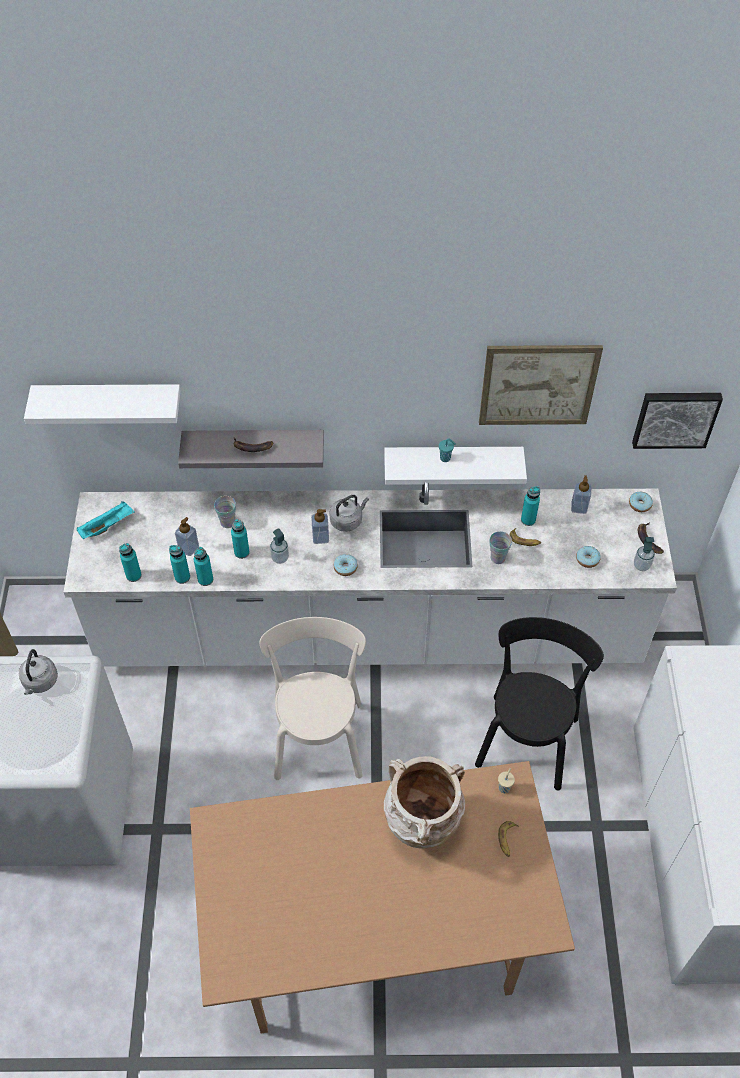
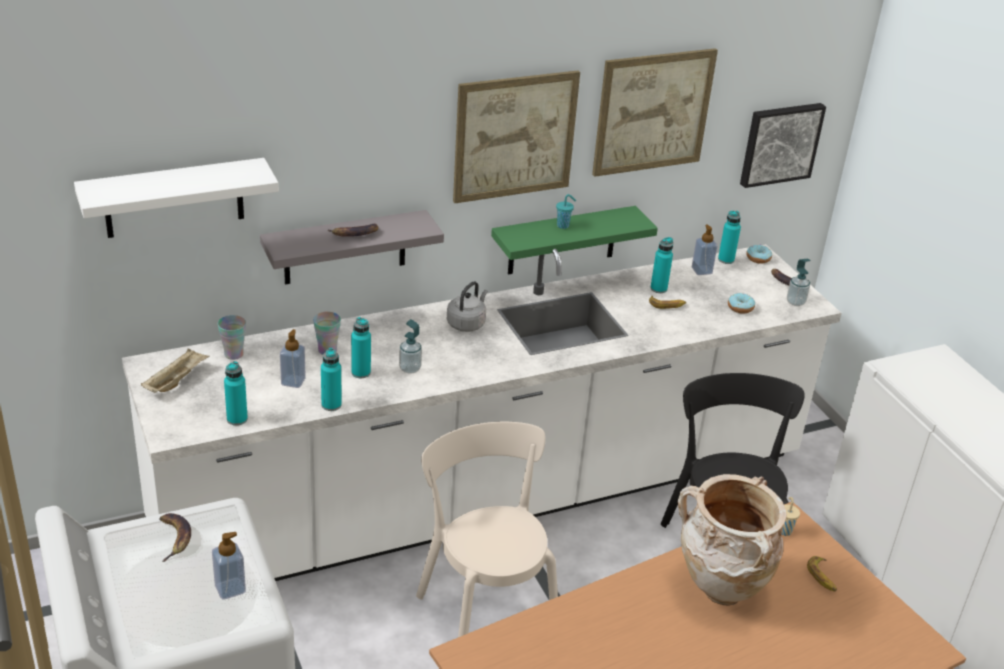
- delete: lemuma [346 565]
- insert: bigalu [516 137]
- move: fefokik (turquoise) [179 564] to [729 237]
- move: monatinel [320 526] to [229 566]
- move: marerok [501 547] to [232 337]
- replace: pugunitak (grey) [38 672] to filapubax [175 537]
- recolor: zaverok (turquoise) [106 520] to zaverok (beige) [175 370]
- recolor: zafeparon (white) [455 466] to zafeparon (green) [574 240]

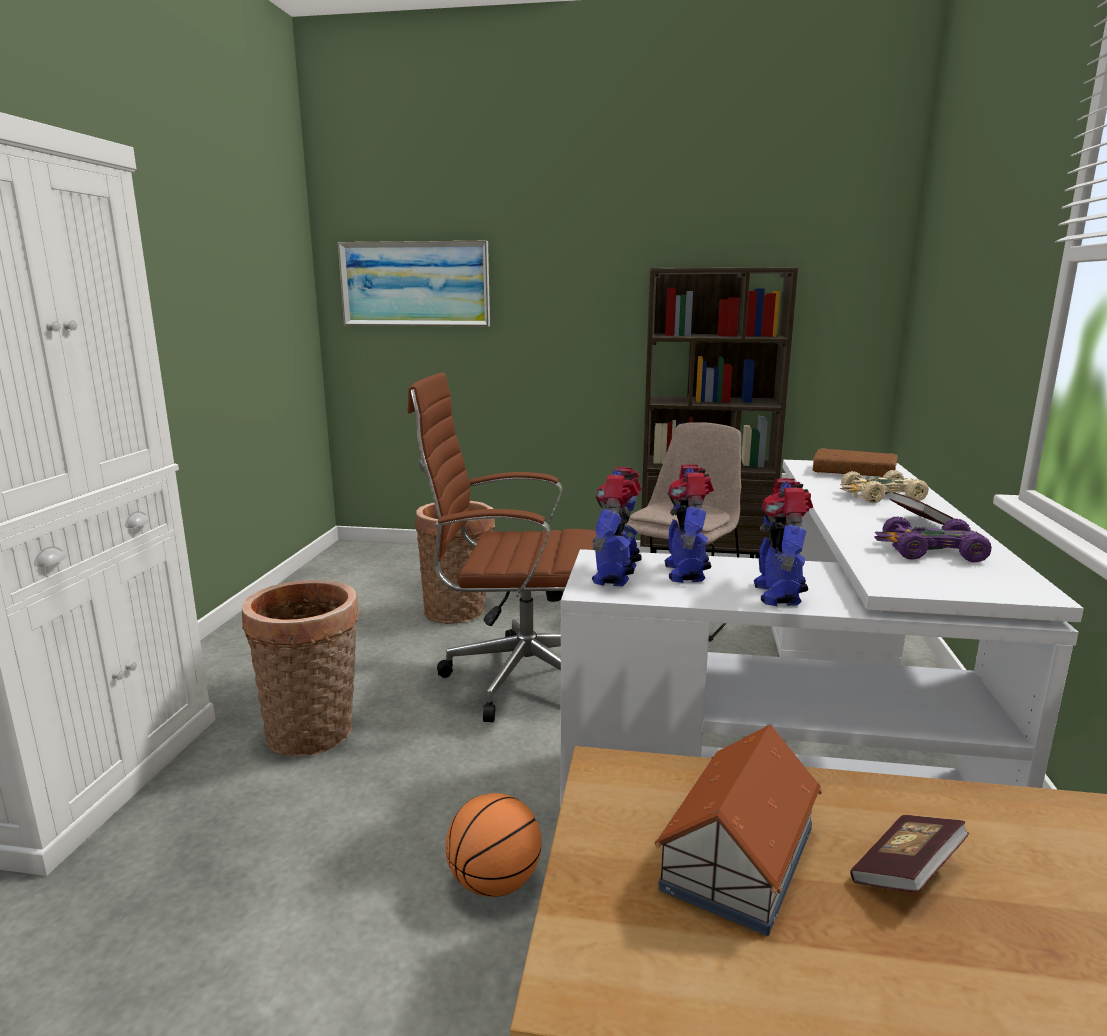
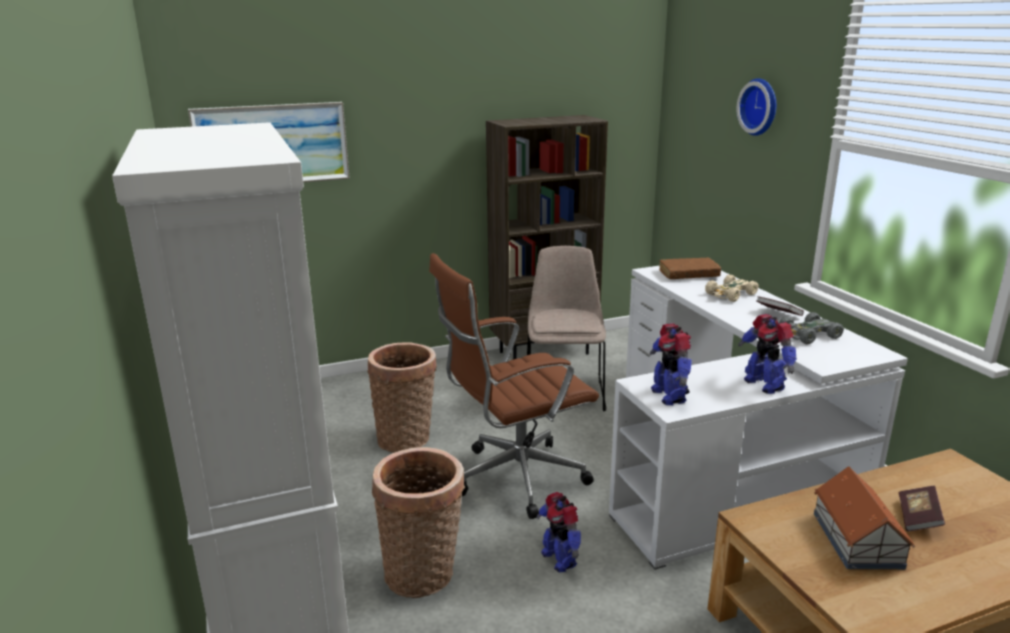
- delete: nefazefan [494 845]
- insert: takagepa [756 107]
- move: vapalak [689 523] to [558 532]
- recolor: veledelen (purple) [933 539] to veledelen (grey) [811 328]

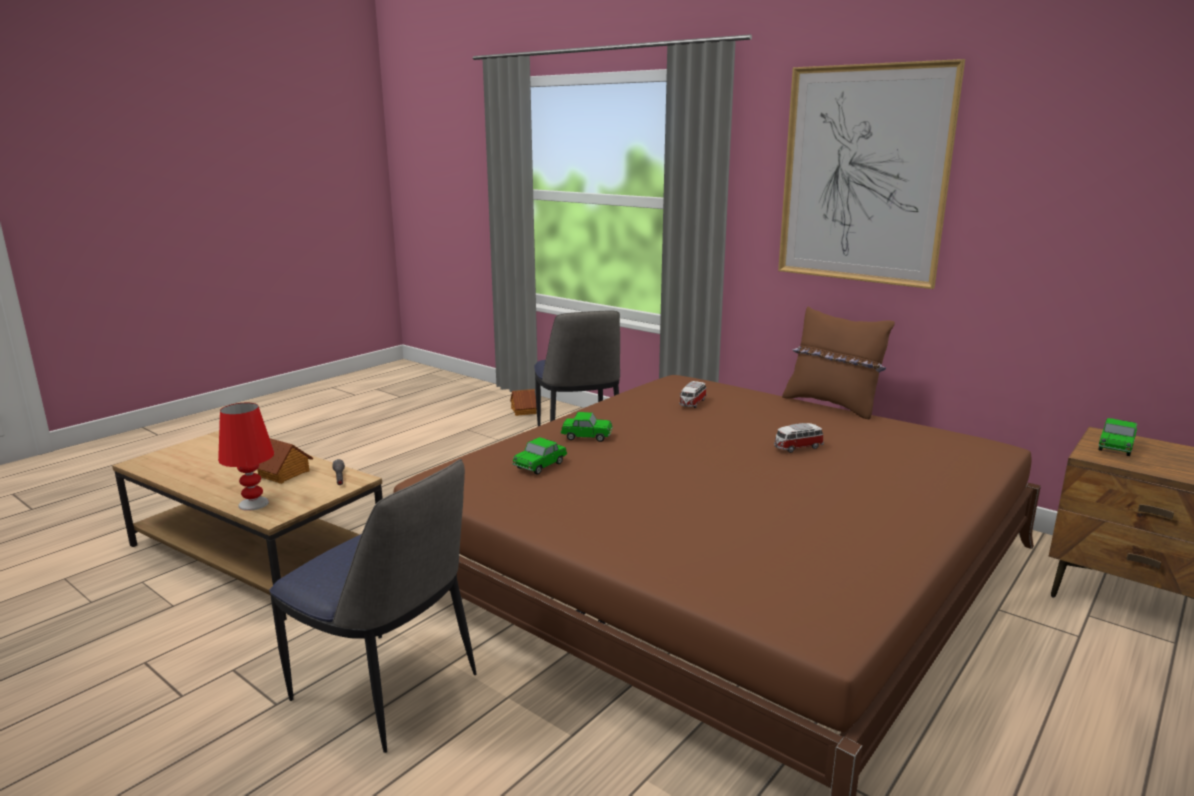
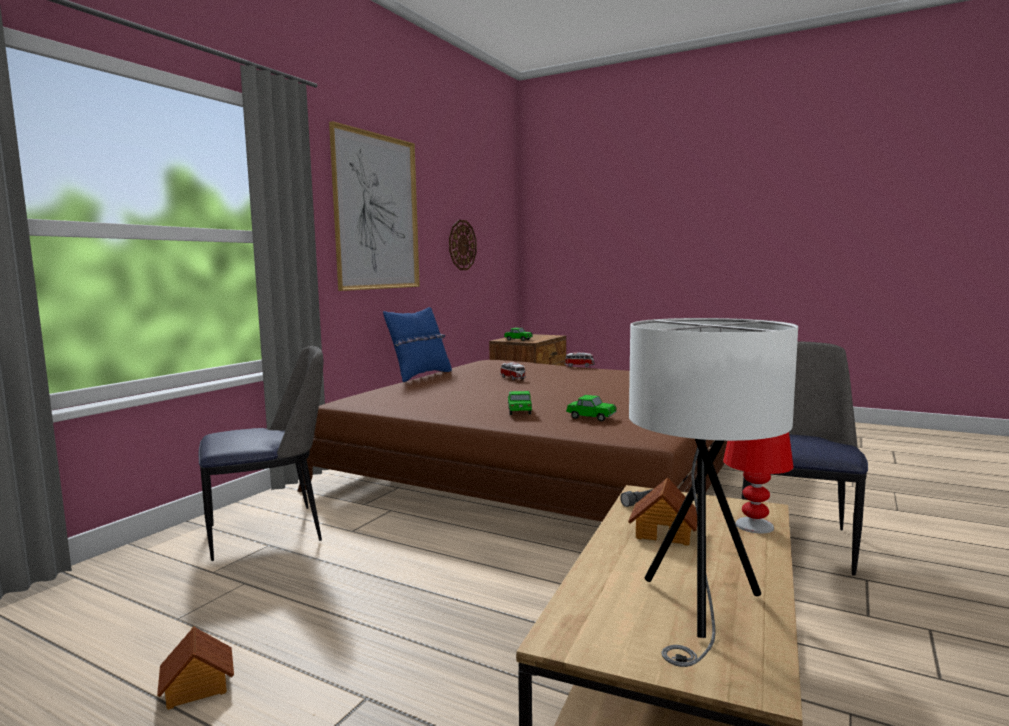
- insert: takagepa [463 245]
- insert: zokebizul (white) [713 492]
- move: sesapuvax [523 402] to [195 668]
- move: veledelen [693 394] to [580 359]
- recolor: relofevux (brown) [838 362] to relofevux (blue) [417 344]

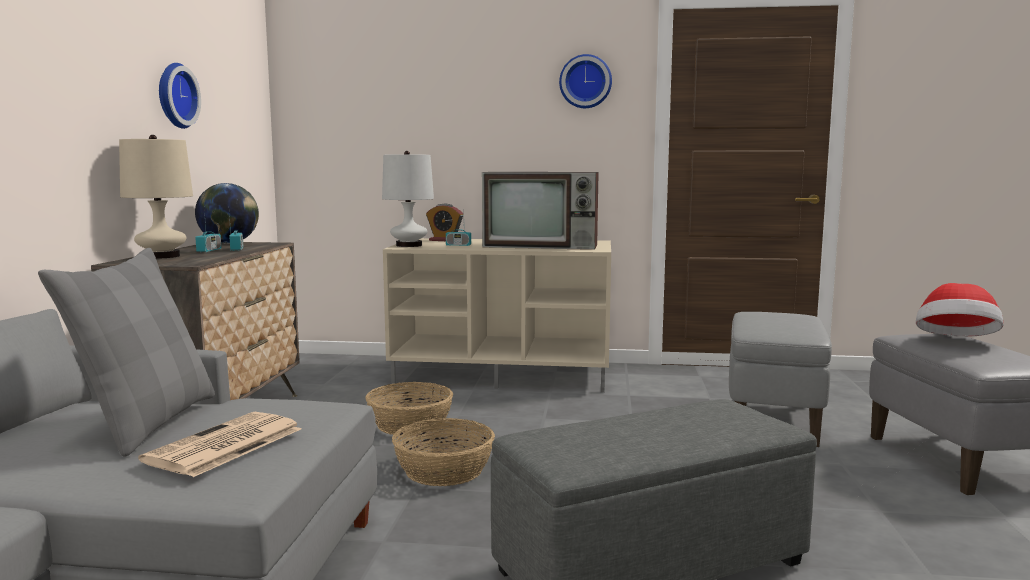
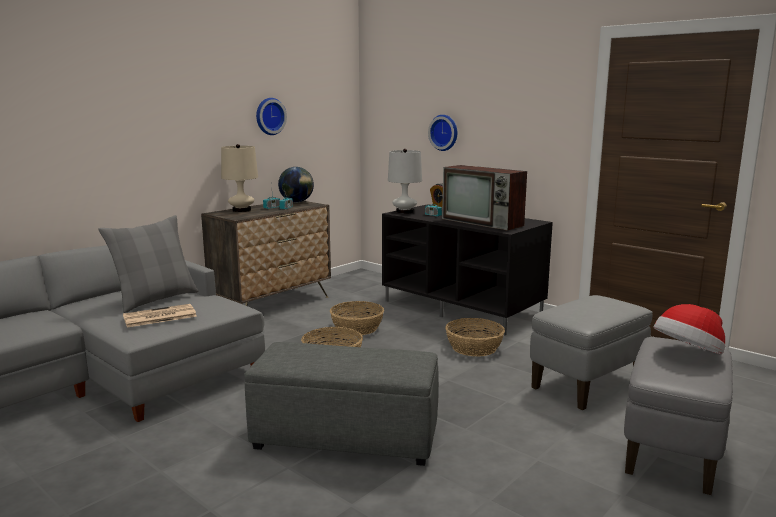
- insert: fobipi [475 337]
- move: takagepa [585 81] to [442 133]
- recolor: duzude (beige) [497 315] to duzude (black) [467 269]

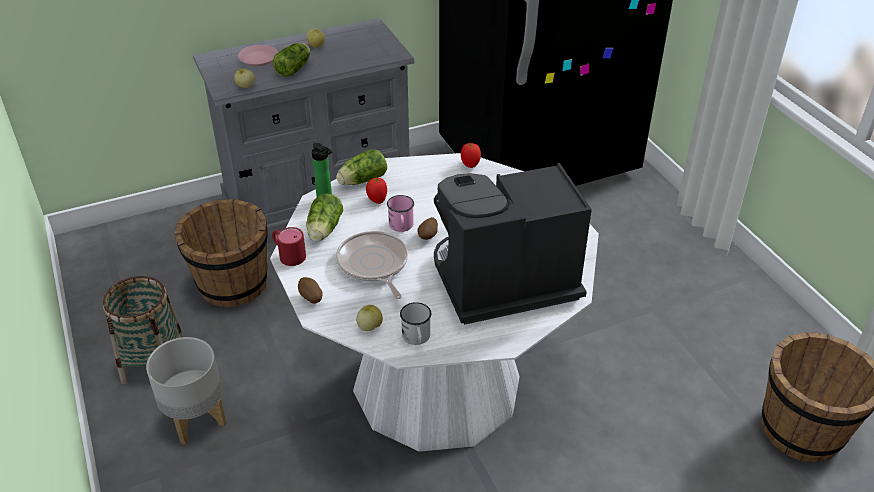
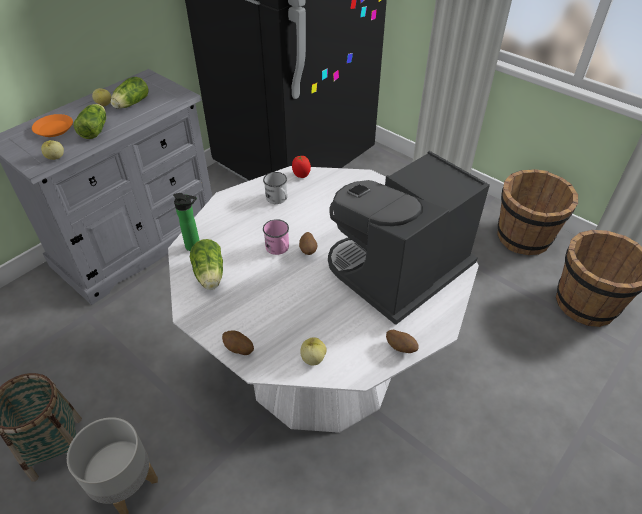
- delete: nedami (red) [289 246]
- delete: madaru [372 265]
- delete: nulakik [376 190]
- insert: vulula [402 341]
- move: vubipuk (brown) [221 253] to [537 212]
- move: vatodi [361 167] to [130 93]
- move: nedami (white) [415 323] to [275 188]
- recolor: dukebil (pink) [258 55] to dukebil (orange) [52 125]

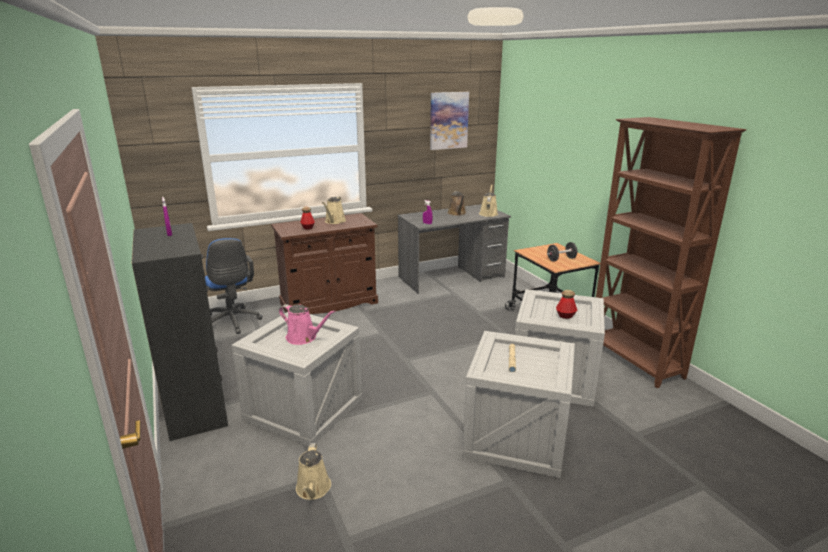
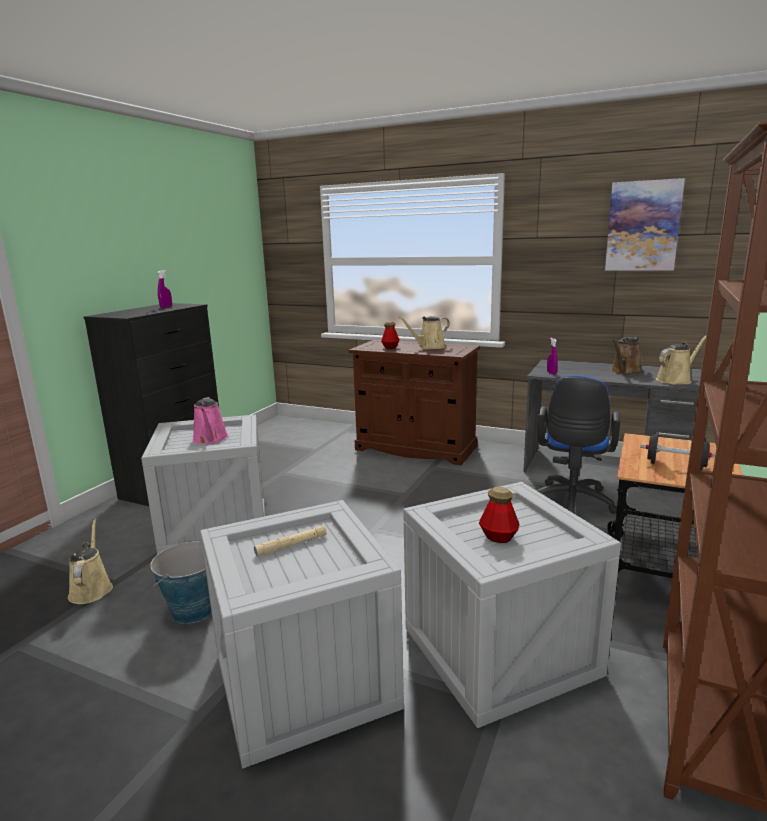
- insert: vubipuk [180 582]
- move: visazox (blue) [232 286] to [578 444]
- rotate: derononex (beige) [313 471] = [90 561] 120 degrees clockwise

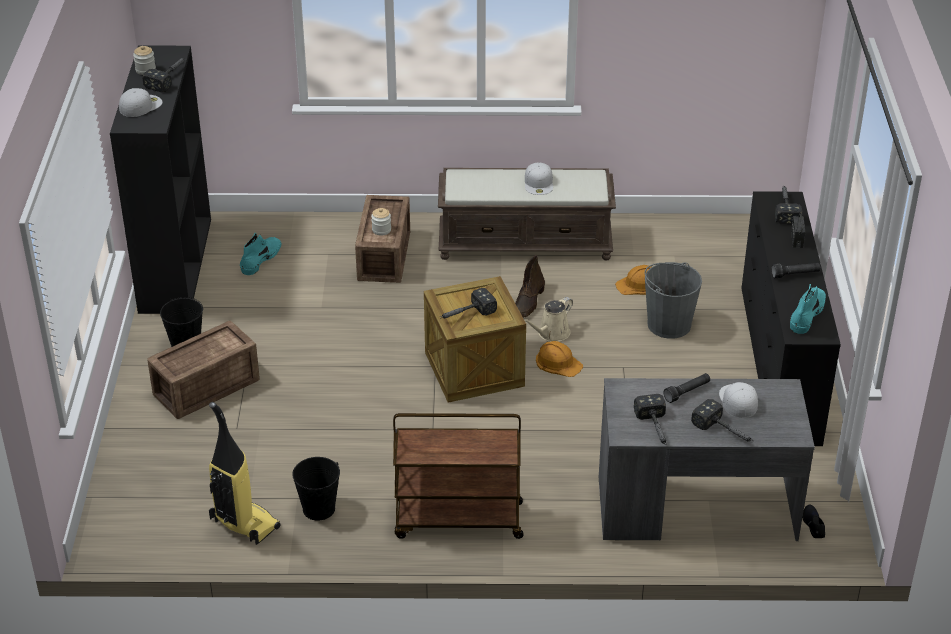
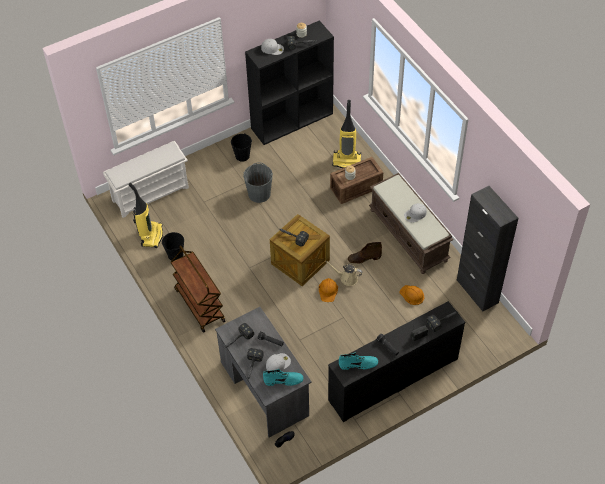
- delete: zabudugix [203 370]
- insert: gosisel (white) [146 179]
- insert: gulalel [346 134]
- insert: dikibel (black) [488 249]
- move: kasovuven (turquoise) [260 254] to [283 377]
- move: vubipuk (grey) [673 300] to [258 182]

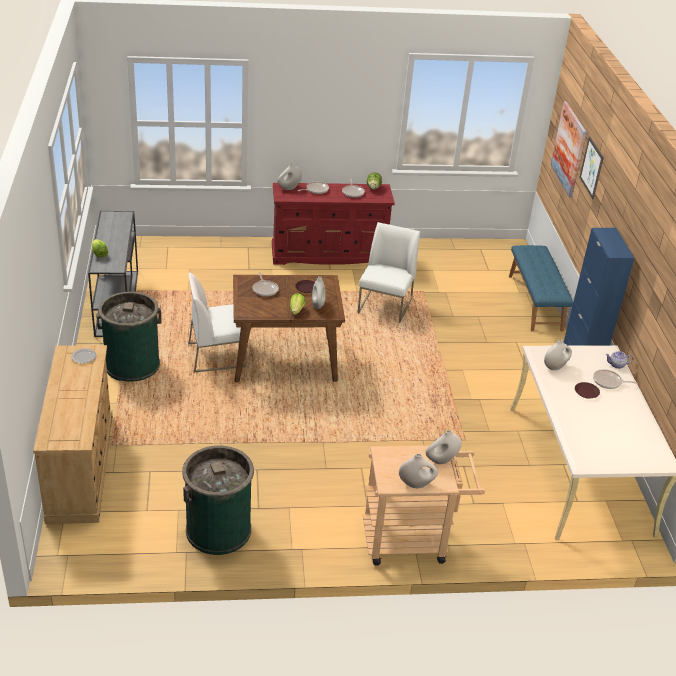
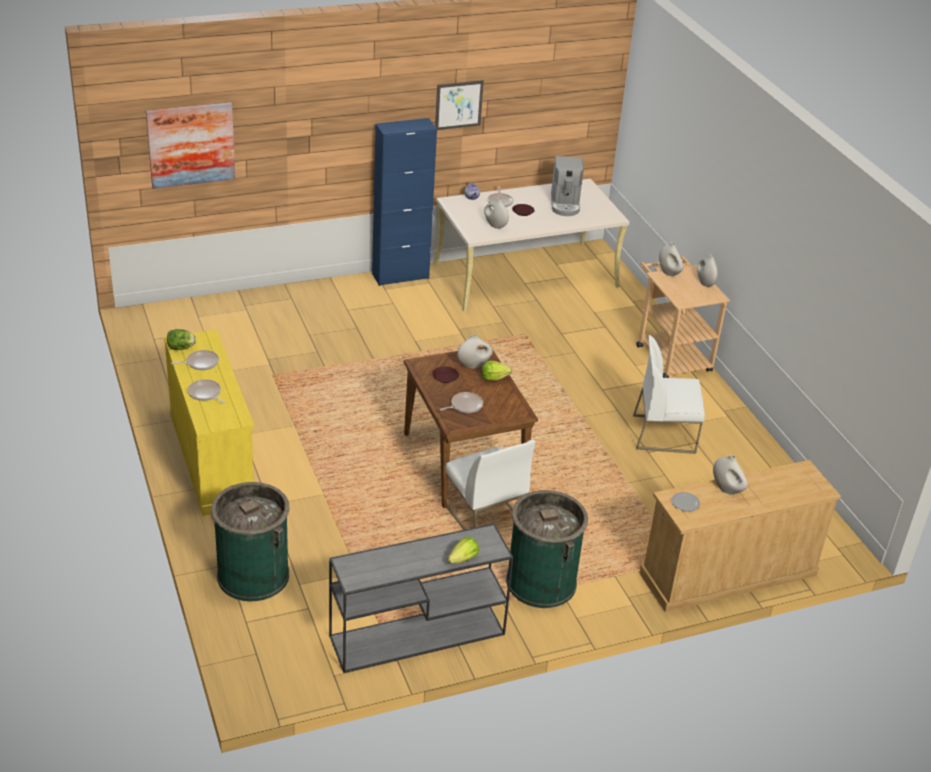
- delete: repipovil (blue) [541 288]
- insert: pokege [567 186]
- move: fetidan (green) [218 500] to [250 541]
- move: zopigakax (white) [289 176] to [730 475]
- move: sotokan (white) [389 272] to [669 394]
- move: bigalu [592 167] to [459 105]
- recolor: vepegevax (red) [333 224] to vepegevax (yellow) [209 422]

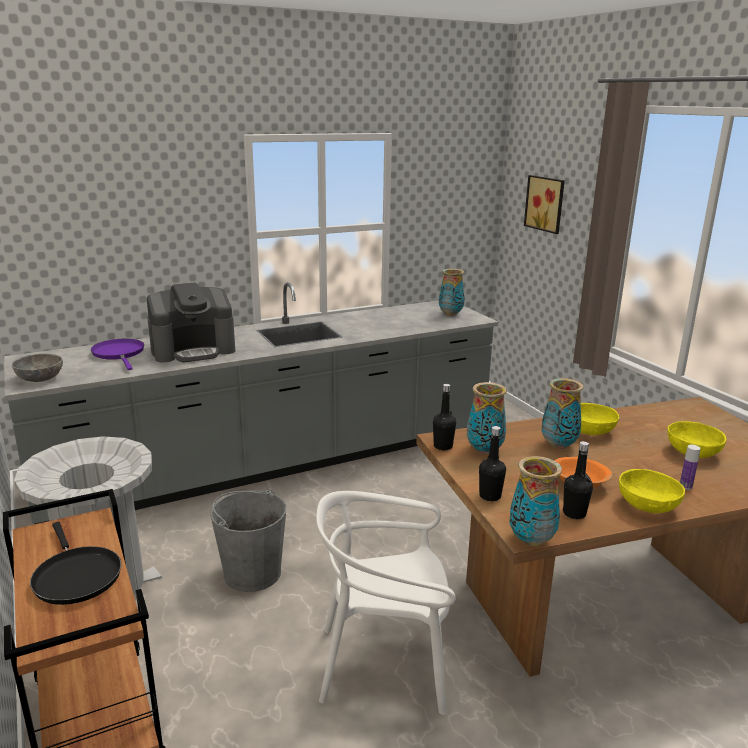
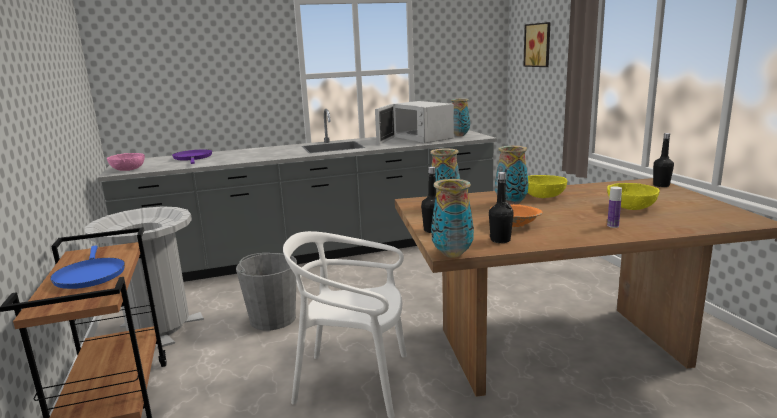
- delete: pokege [191 323]
- delete: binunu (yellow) [652 491]
- insert: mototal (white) [414 123]
- move: fefokik (black) [444 417] to [663 160]
- recolor: binunu (grey) [37 368] to binunu (pink) [126 162]
- recolor: madaru (black) [75 563] to madaru (blue) [87 267]

